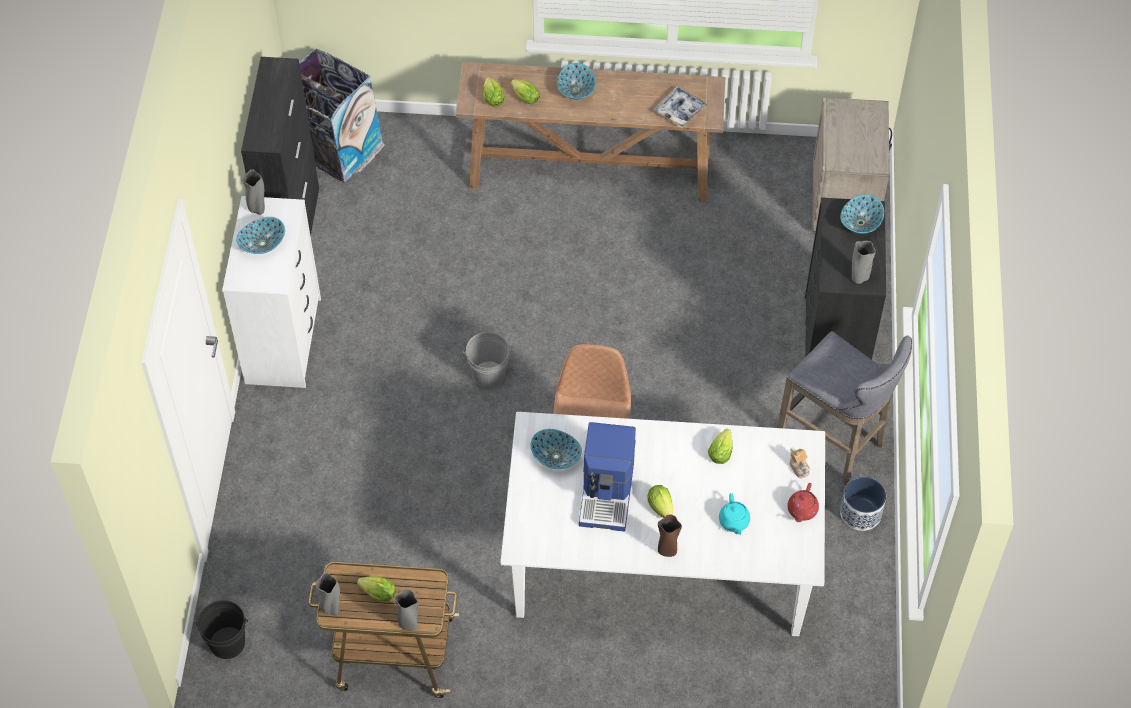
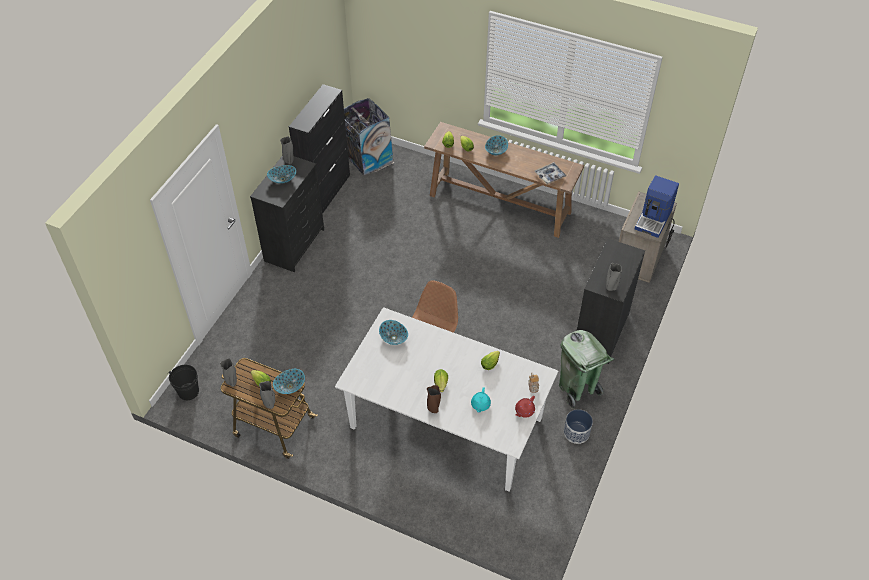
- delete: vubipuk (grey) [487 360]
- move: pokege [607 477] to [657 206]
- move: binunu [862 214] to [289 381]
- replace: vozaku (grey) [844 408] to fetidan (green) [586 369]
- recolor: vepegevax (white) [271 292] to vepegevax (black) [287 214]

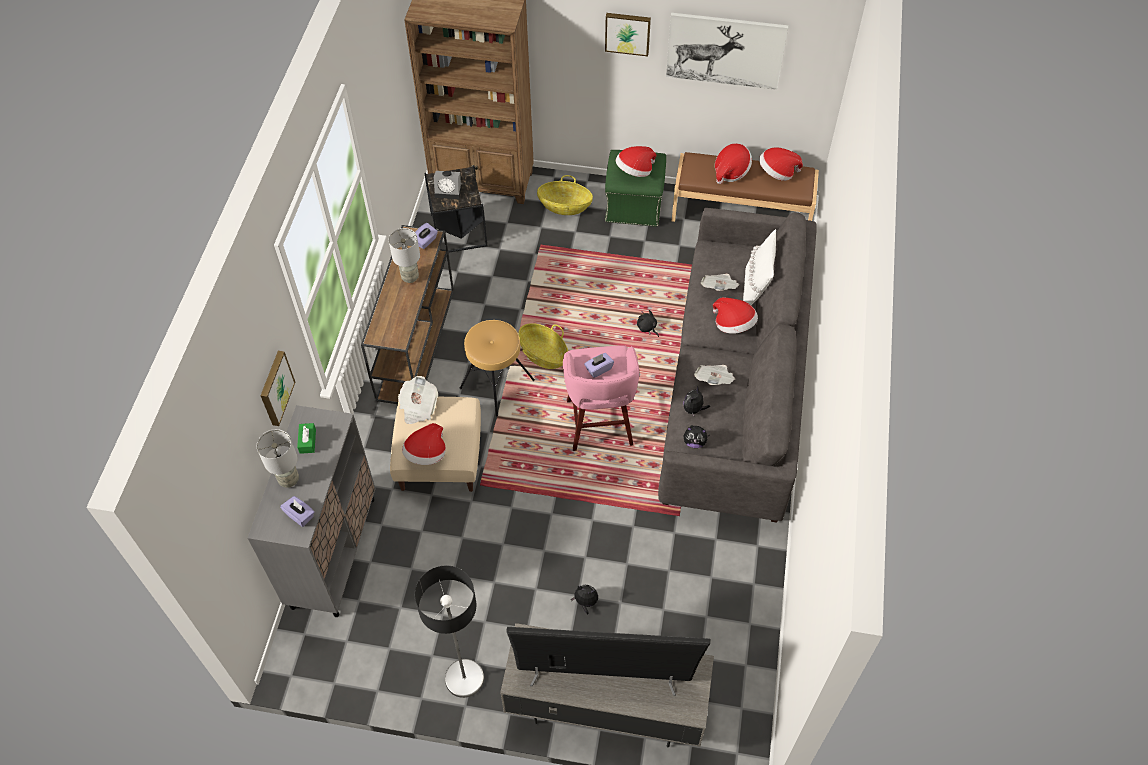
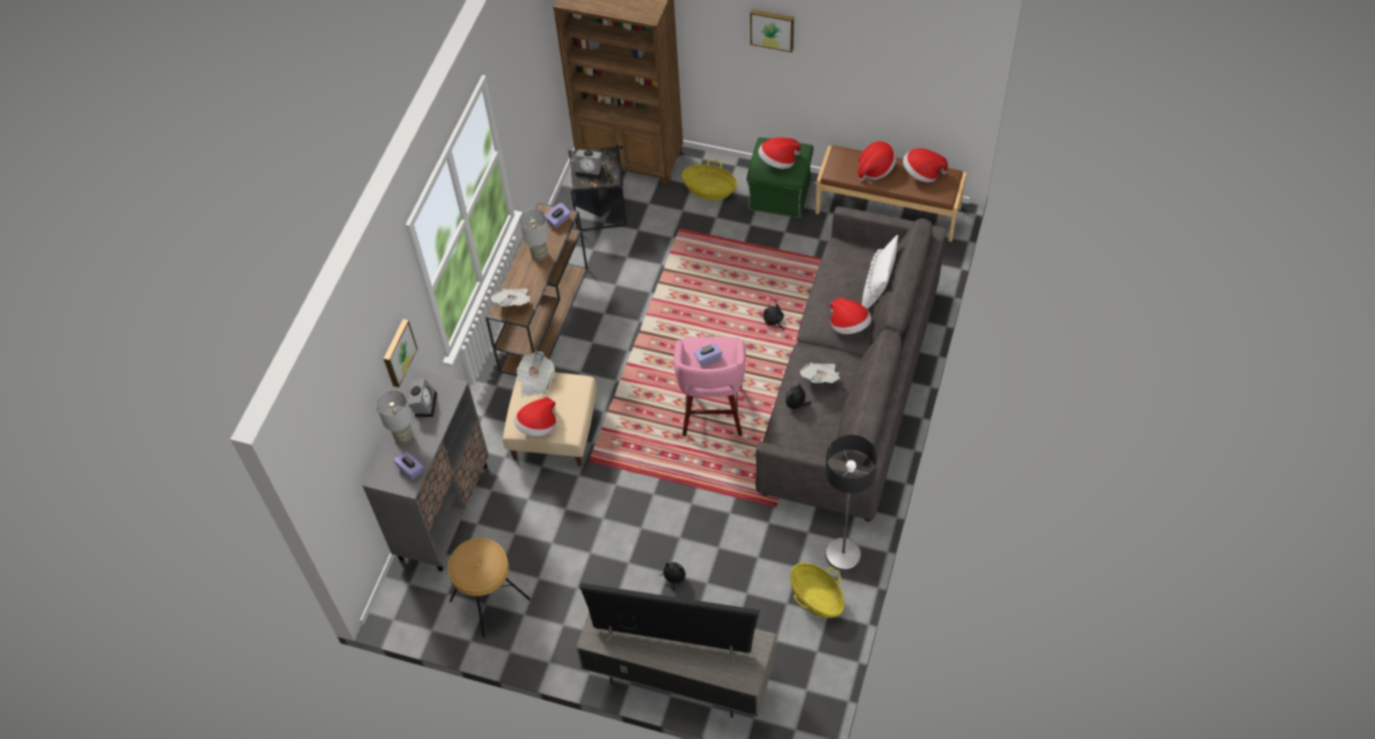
- delete: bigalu [727 51]
- delete: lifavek [696 436]
- move: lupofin [449 631] to [851 503]
- move: vozaku (brown) [497 368] to [489 588]
- move: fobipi [543 346] to [818 590]
- move: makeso [720 282] to [510 297]
- replace: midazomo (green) [306 438] to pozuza [422 397]

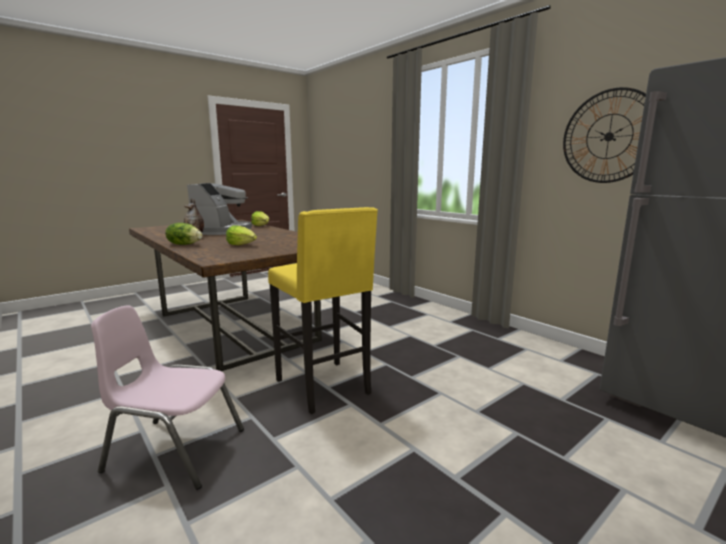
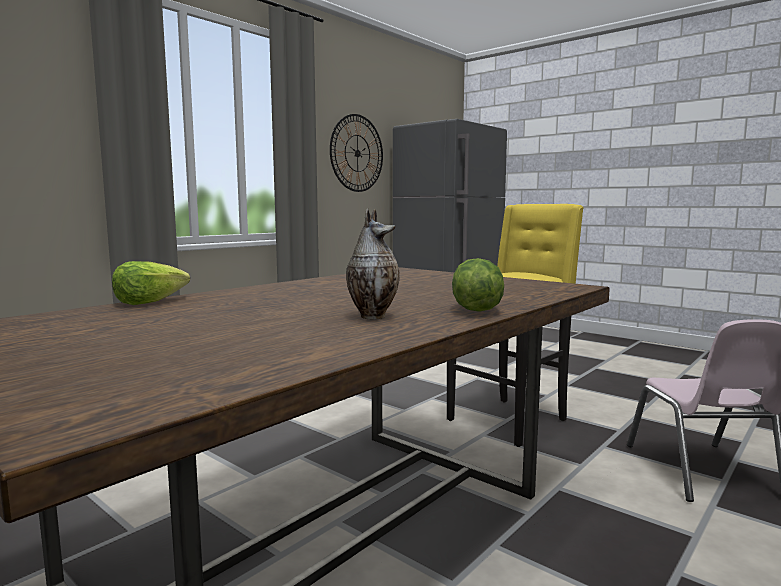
- delete: pokege [219 209]
- delete: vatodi [241 235]

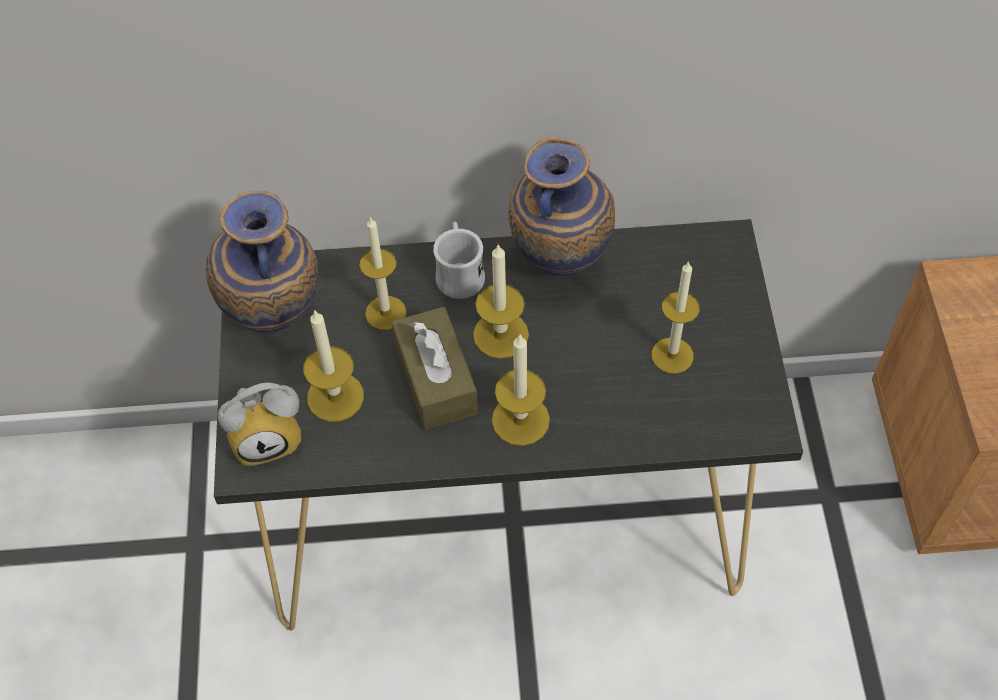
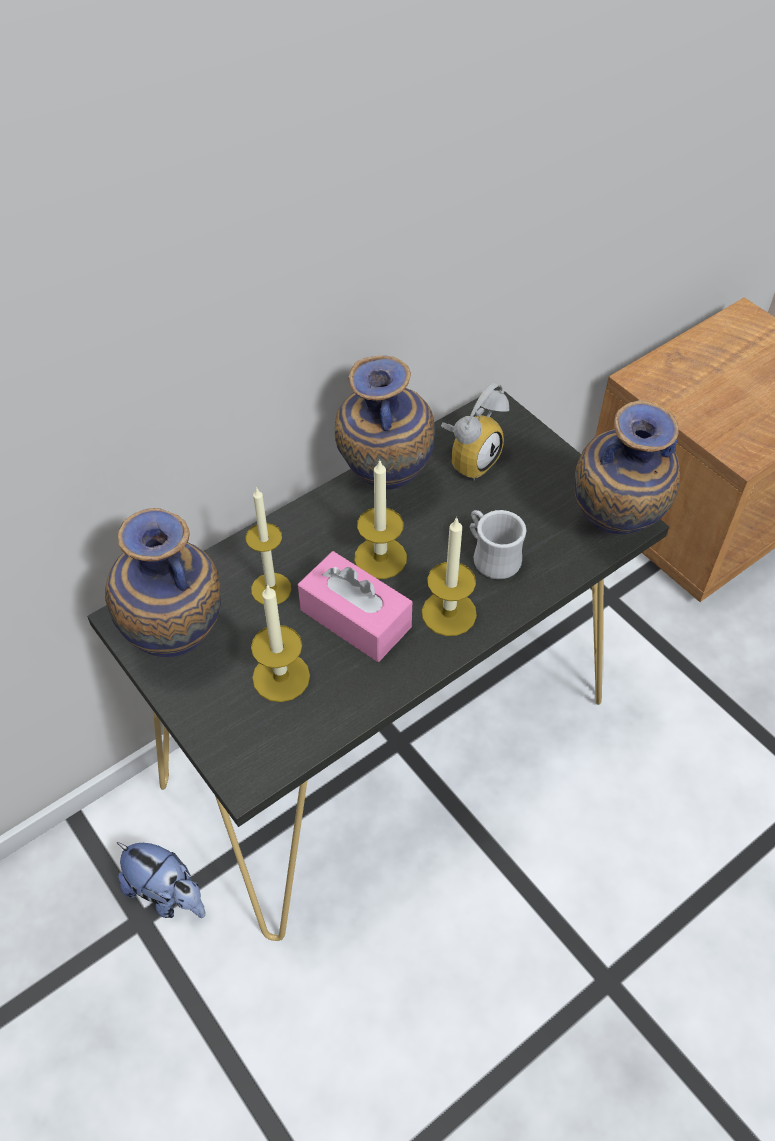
- delete: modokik [676 317]
- insert: lifavek [161 880]
- insert: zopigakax [627 467]
- move: pozuza [259 424] to [475 432]
- move: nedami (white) [459 260] to [498 544]
- recolor: midazomo (brown) [434 368] to midazomo (pink) [355 606]

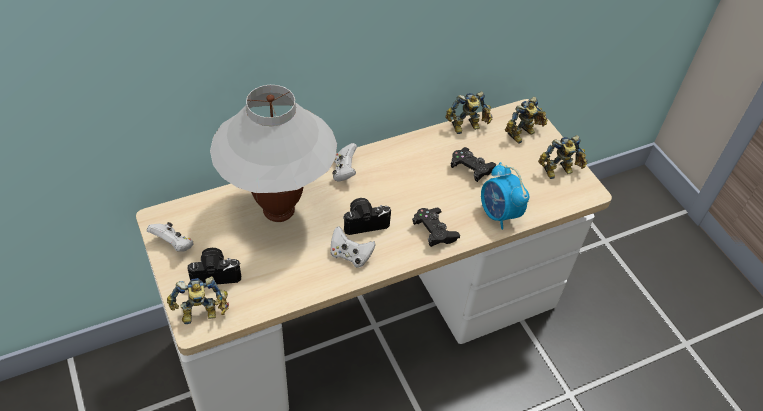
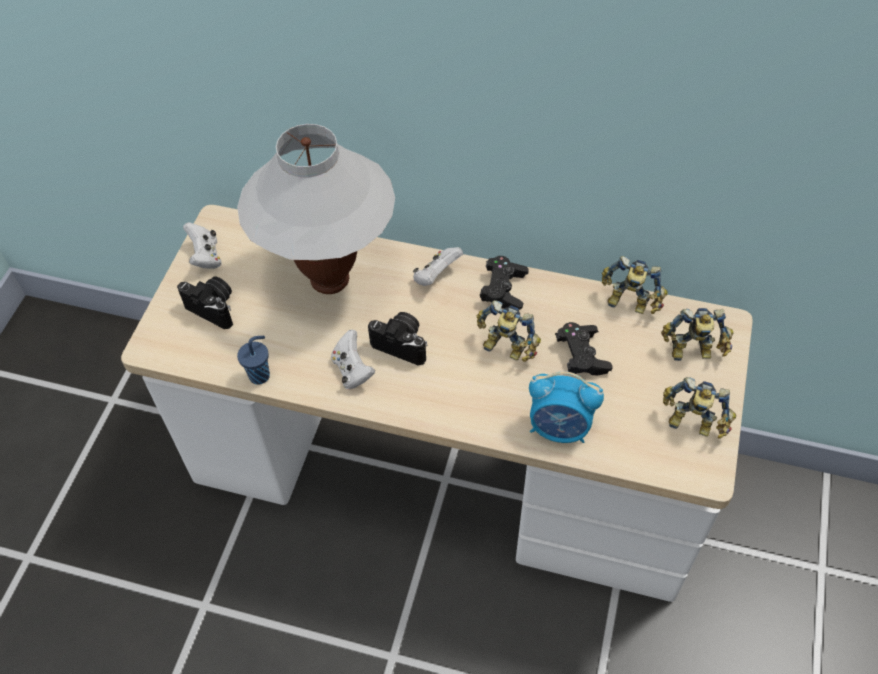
- insert: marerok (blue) [253 360]
- move: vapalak [198 300] to [509 331]
- move: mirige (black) [436 227] to [504 283]
- rotate: pozuza [505 196] = [566 407] 90 degrees counterclockwise

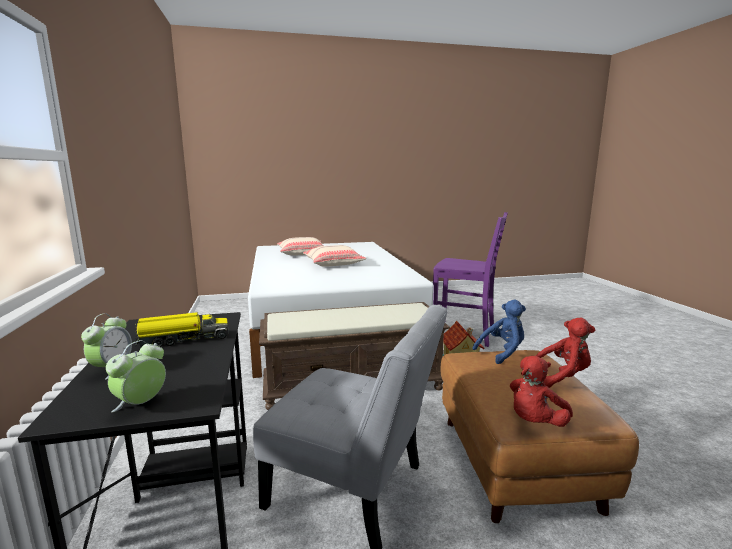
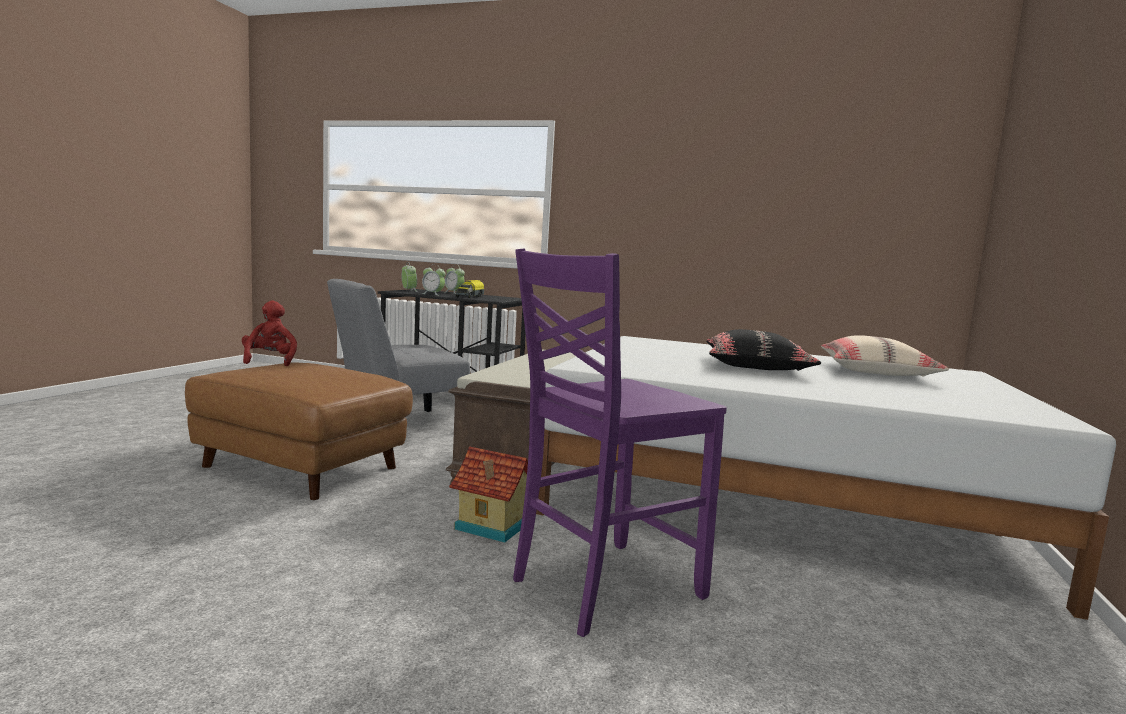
- delete: lifavek (blue) [499 332]
- delete: lifavek (red) [565 352]
- insert: pozuza [434 279]
- recolor: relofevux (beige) [335 256] to relofevux (black) [763 350]

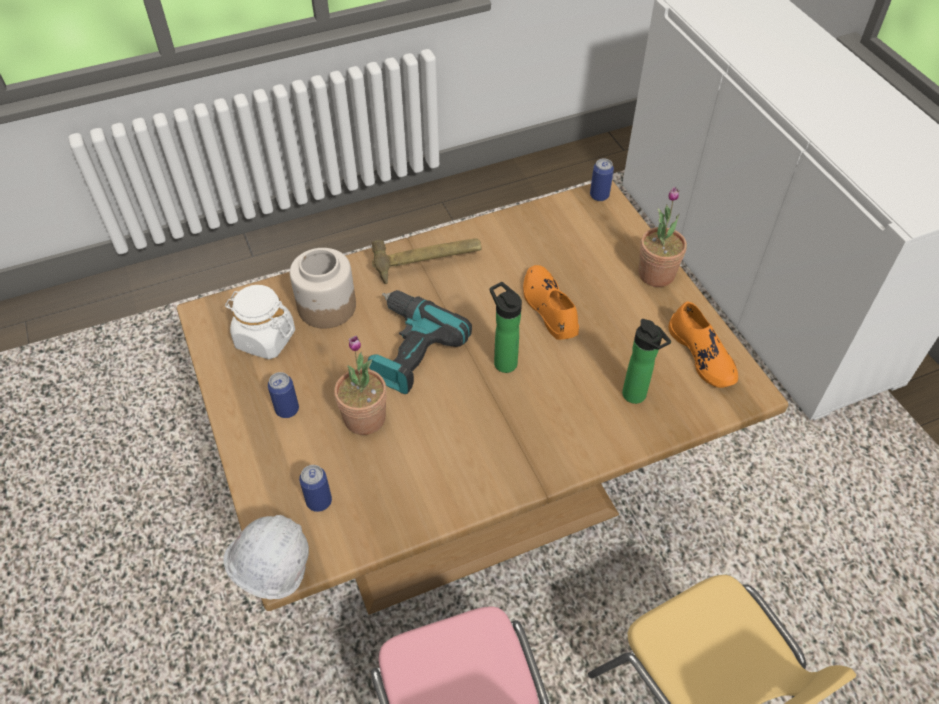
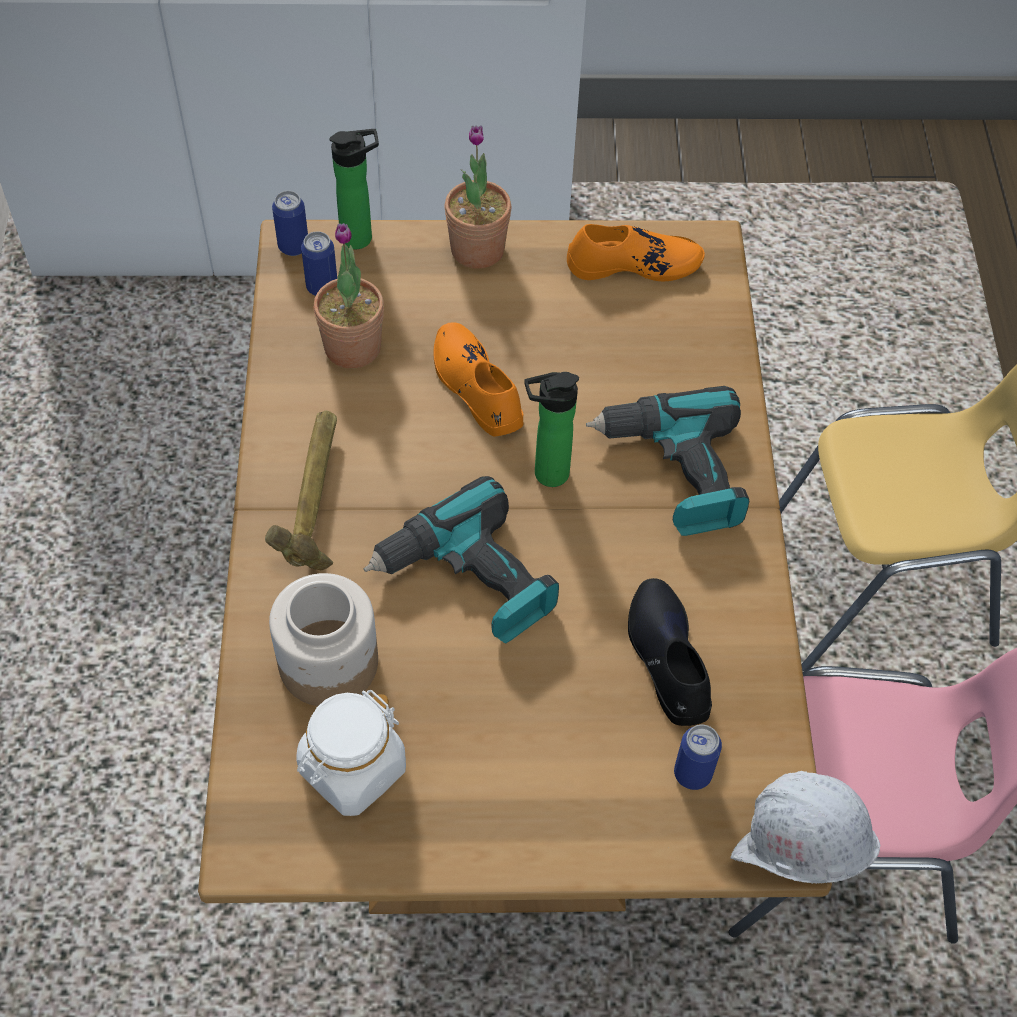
- insert: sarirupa [667 461]
- insert: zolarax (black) [670 652]
- move: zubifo [283 395] to [319 263]
- move: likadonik [360 385] to [348 296]
- move: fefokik [646 361] to [354 189]
- rotate: zolarax (orange) [551 302] = [478 379] 60 degrees clockwise

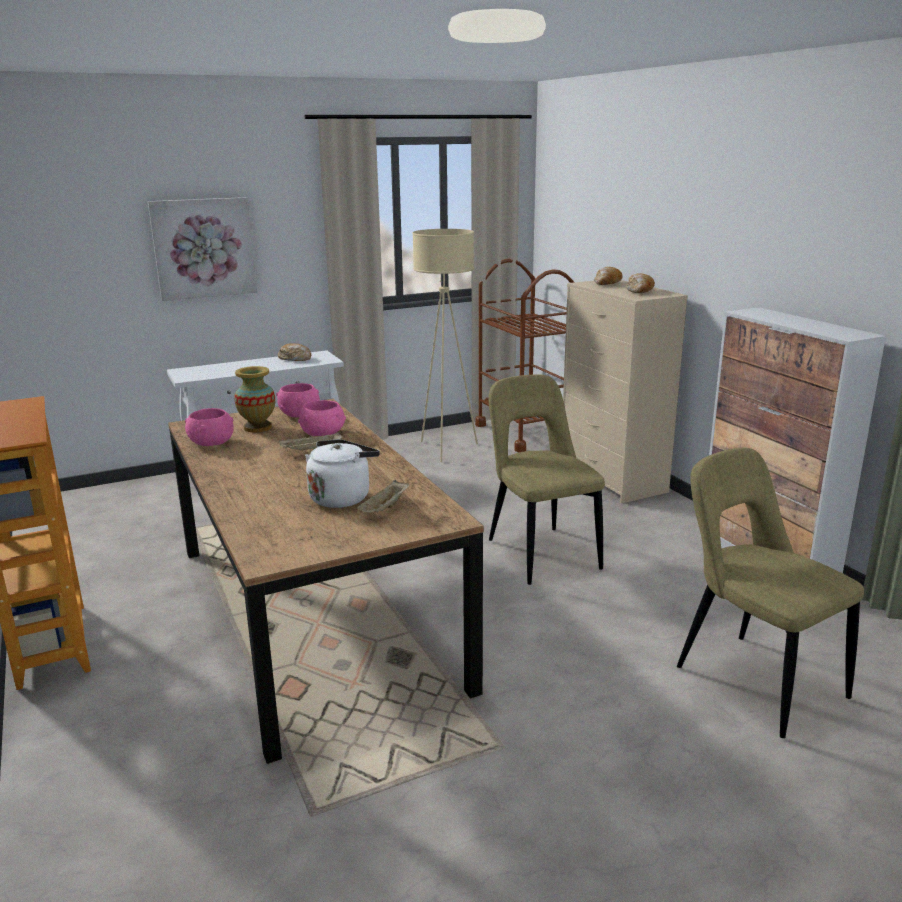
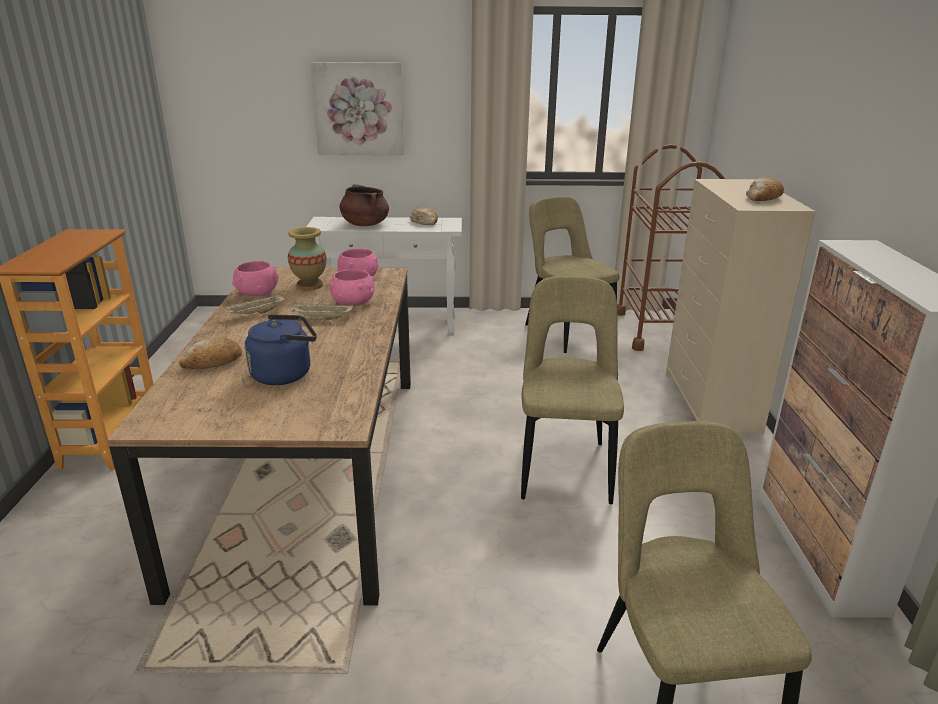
- insert: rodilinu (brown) [364 205]
- move: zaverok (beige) [383 496] to [254 303]
- move: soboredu [608 276] to [210 353]
- replace: lupofin (beige) [445 345] to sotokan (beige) [572 274]
- recolor: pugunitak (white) [342 473] to pugunitak (blue) [281 349]

